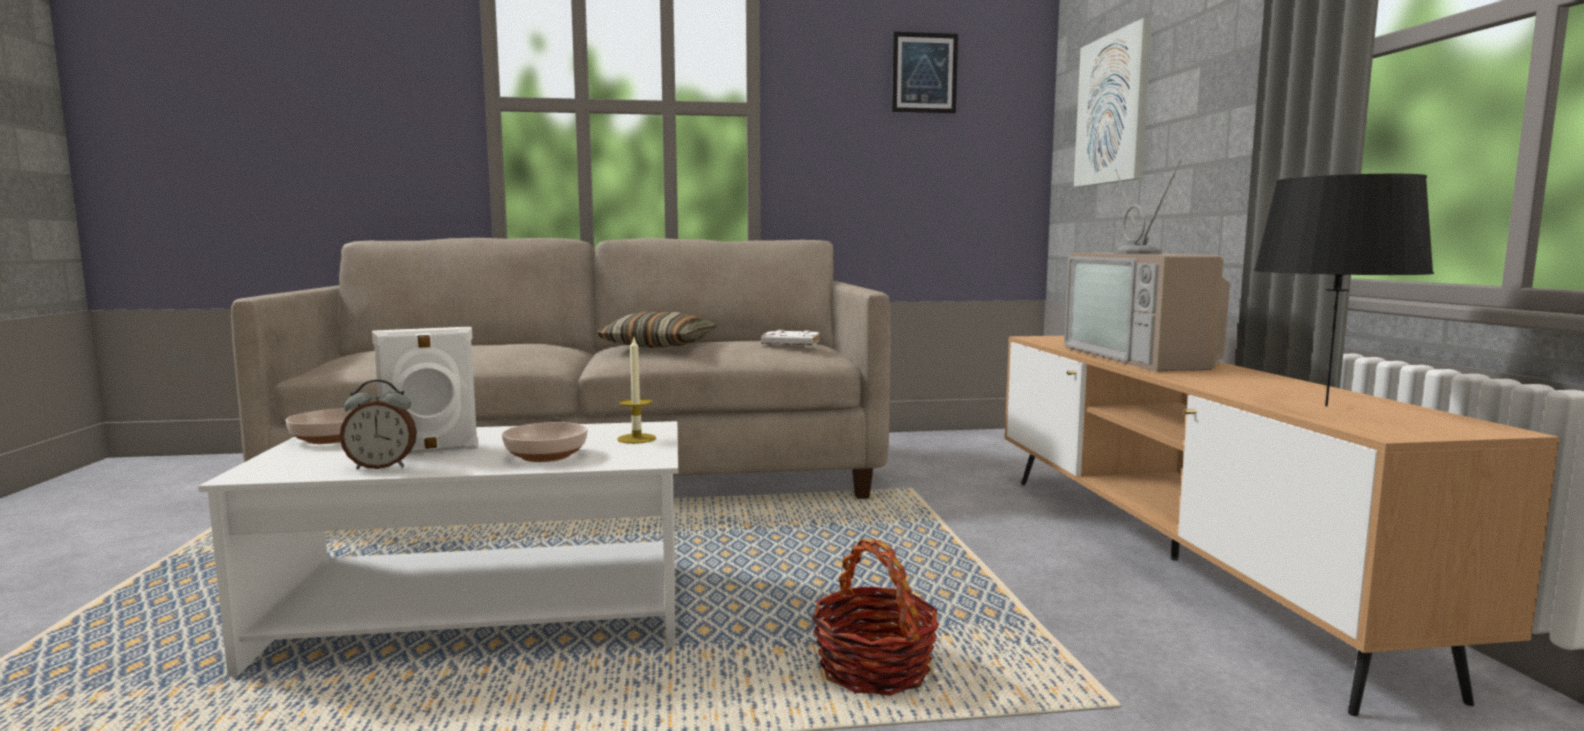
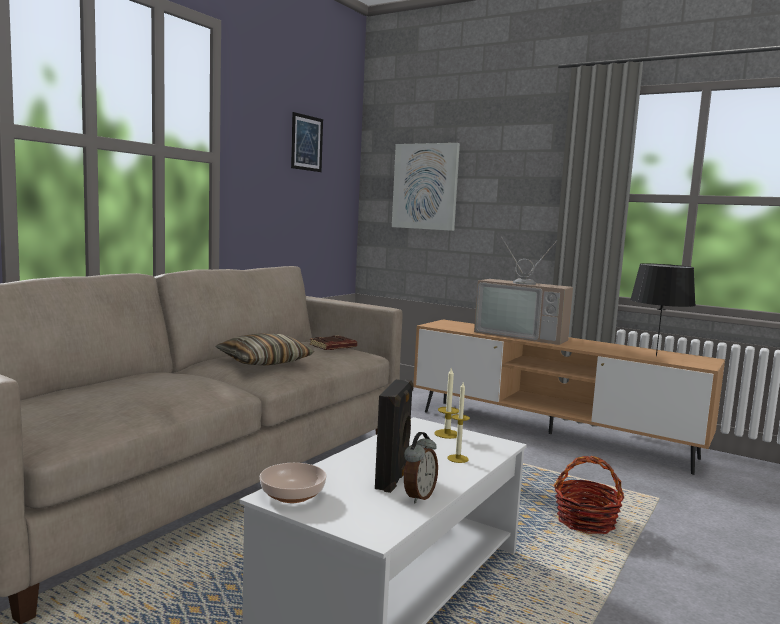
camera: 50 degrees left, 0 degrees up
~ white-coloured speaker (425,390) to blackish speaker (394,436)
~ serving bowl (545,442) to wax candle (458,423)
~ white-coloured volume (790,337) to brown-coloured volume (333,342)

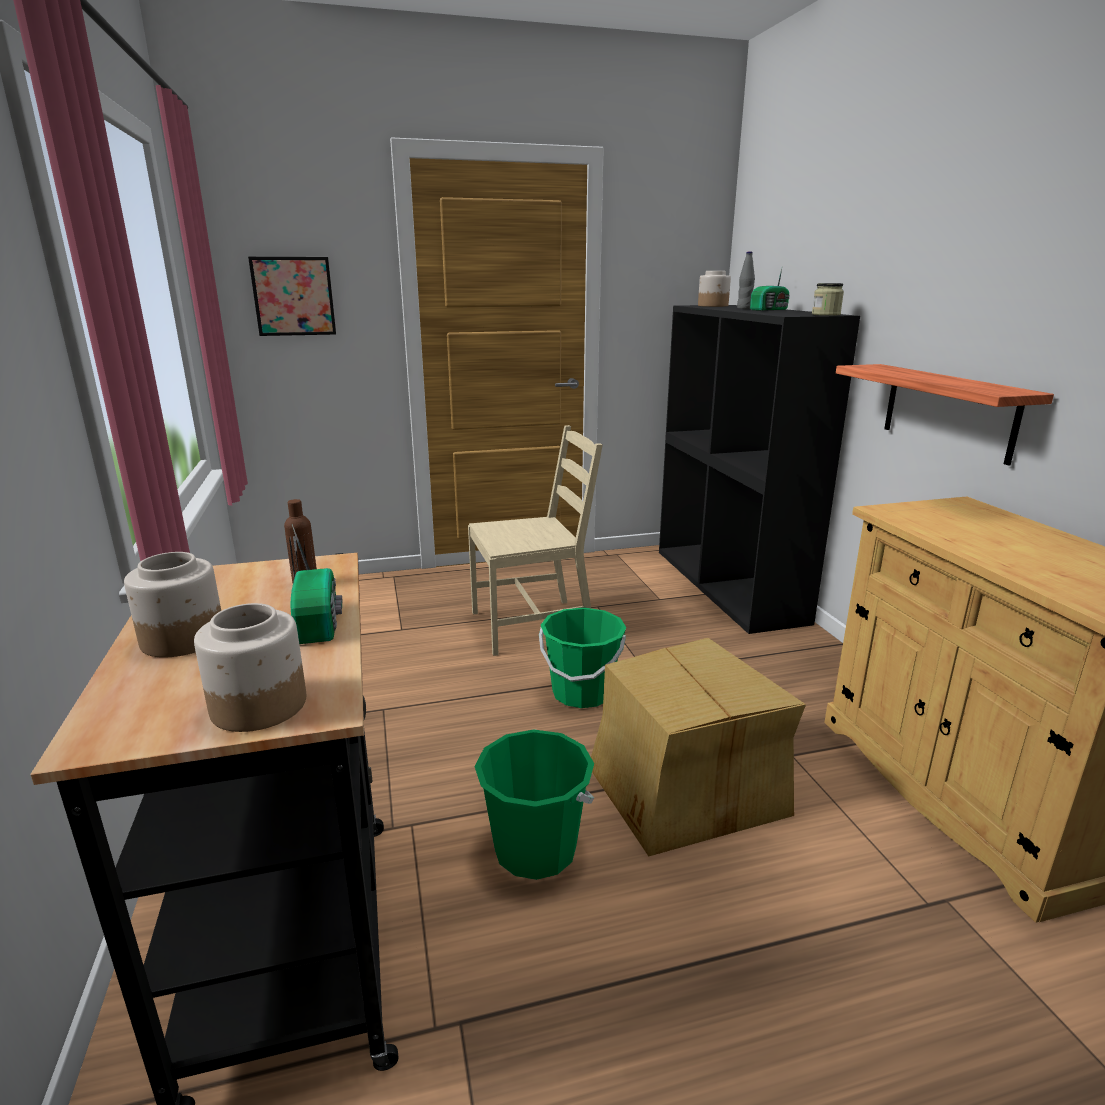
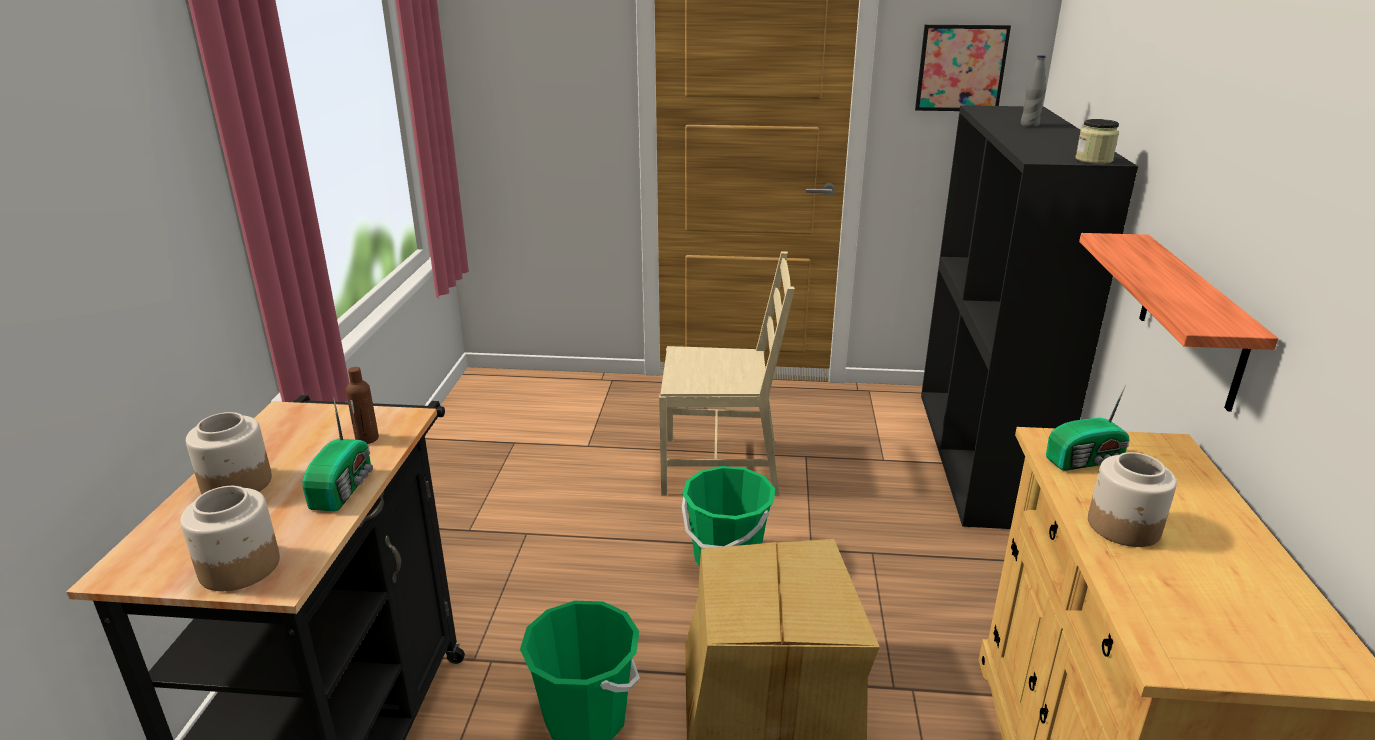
camera: 20 degrees right, 5 degrees up
~ picture (292,296) to (963,68)
~ preserve jar (714,289) to (1132,499)
~ radio set (770,290) to (1088,427)

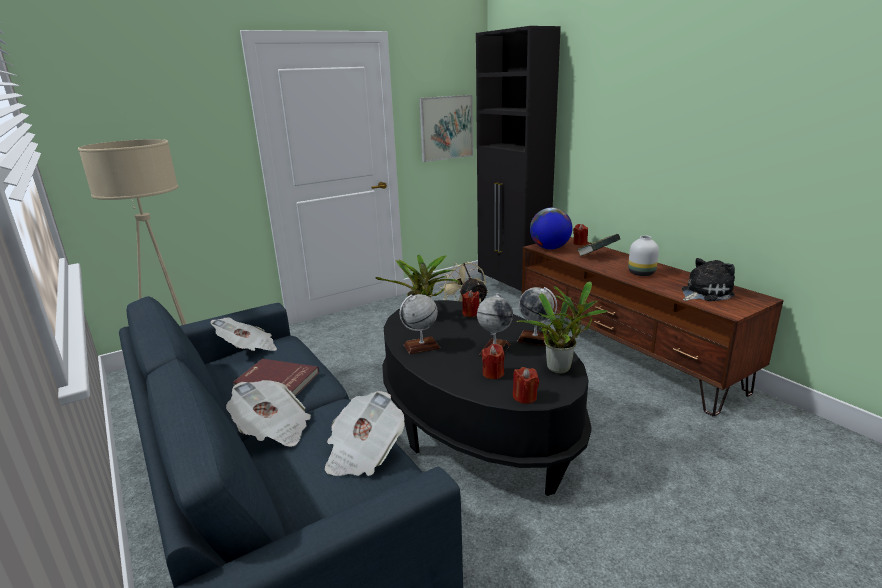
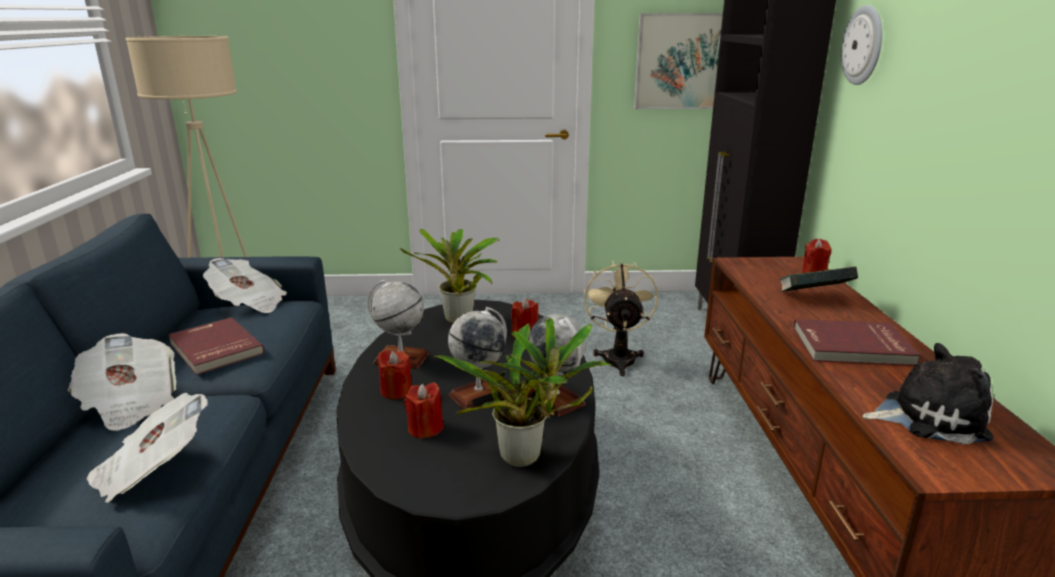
camera: 30 degrees right, 0 degrees up
~ red wax candle (526,385) to (394,375)
- globe (551,228)
~ white-coloured decorative vase (643,255) to red volume (857,342)
+ hanging clock (861,45)

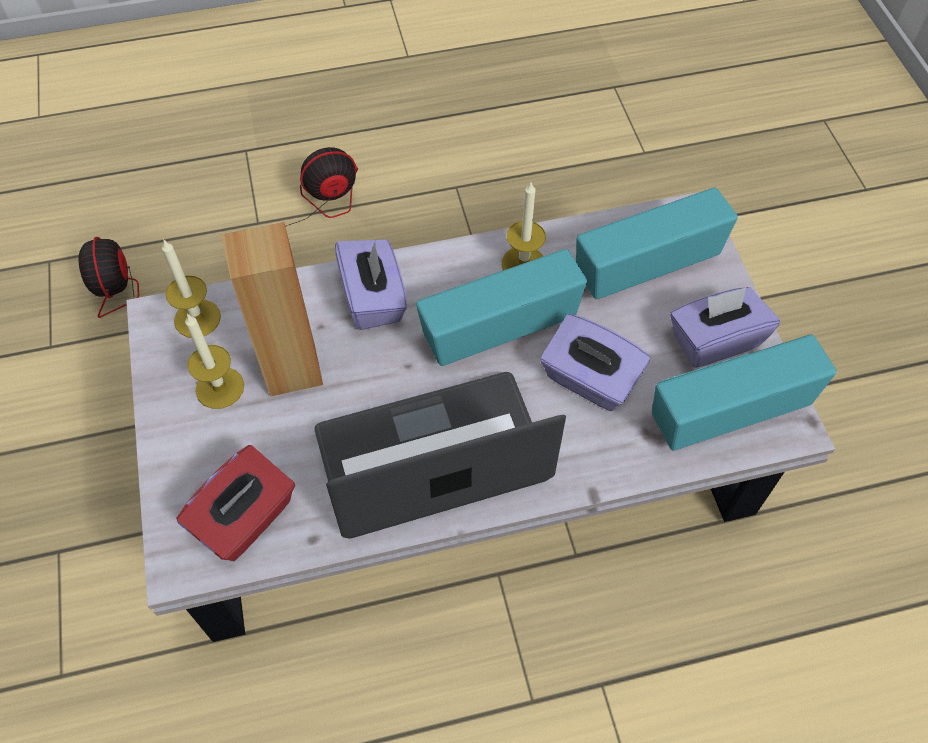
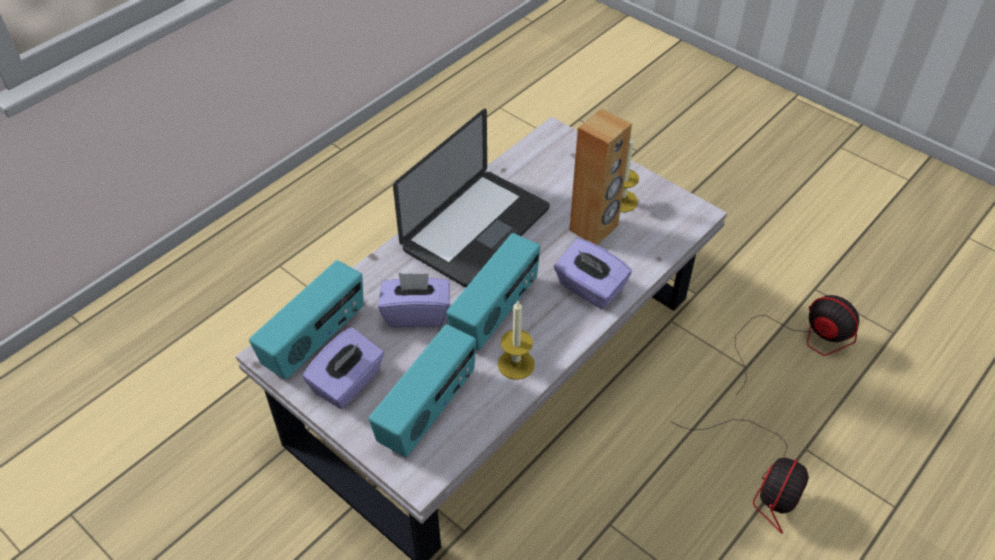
camera: 145 degrees right, 10 degrees down
- wax candle (191,288)
- red tissue box (236,503)

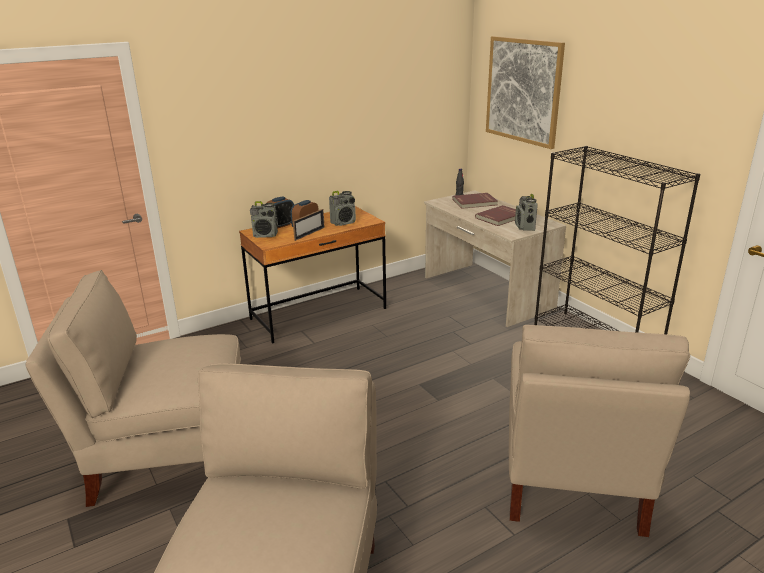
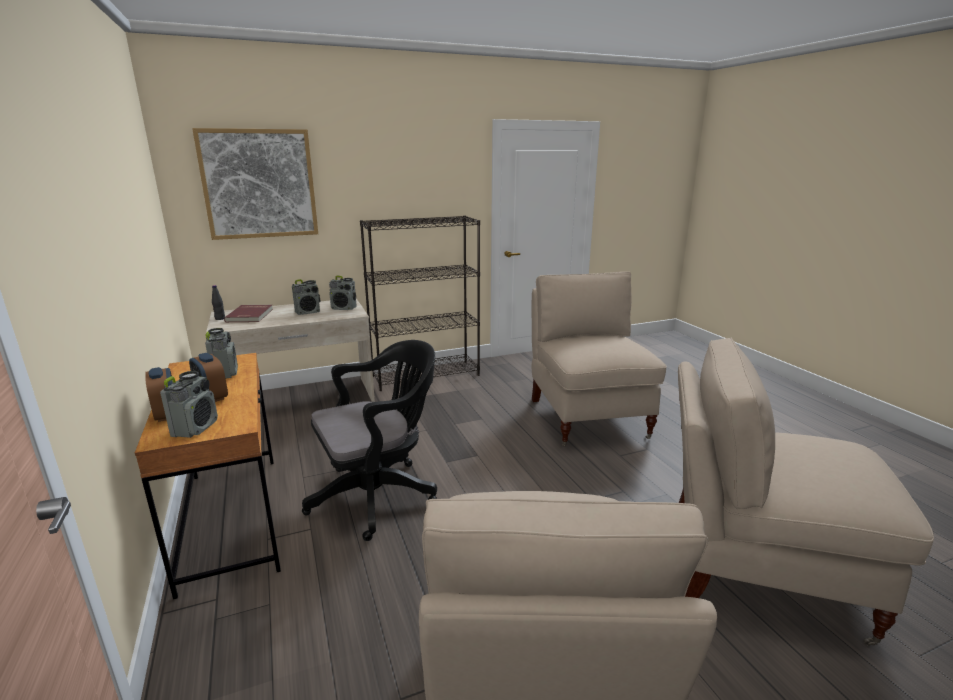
camera: 80 degrees left, 5 degrees down
- standing frame (309,225)
~ red volume (495,215) to radio set (306,297)
~ sand-coloured plain chair (599,431) = (599,359) 120 degrees counterclockwise
+ blackish computer chair (369,440)

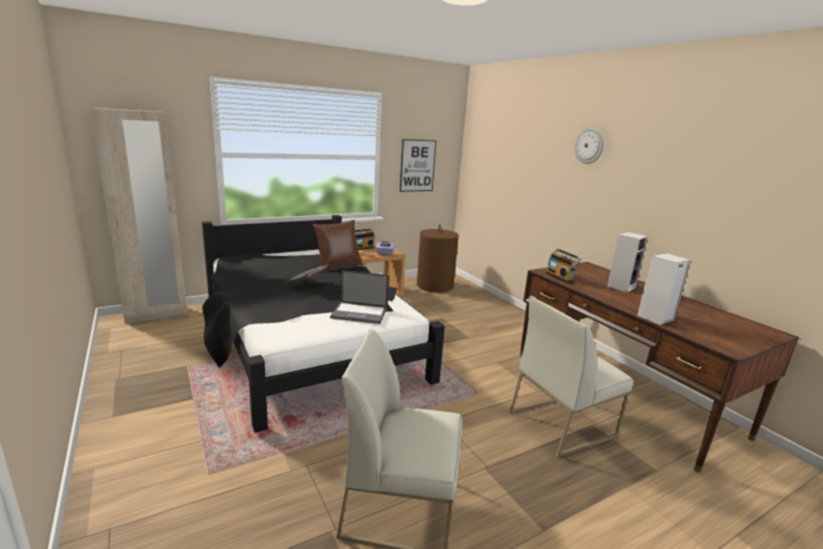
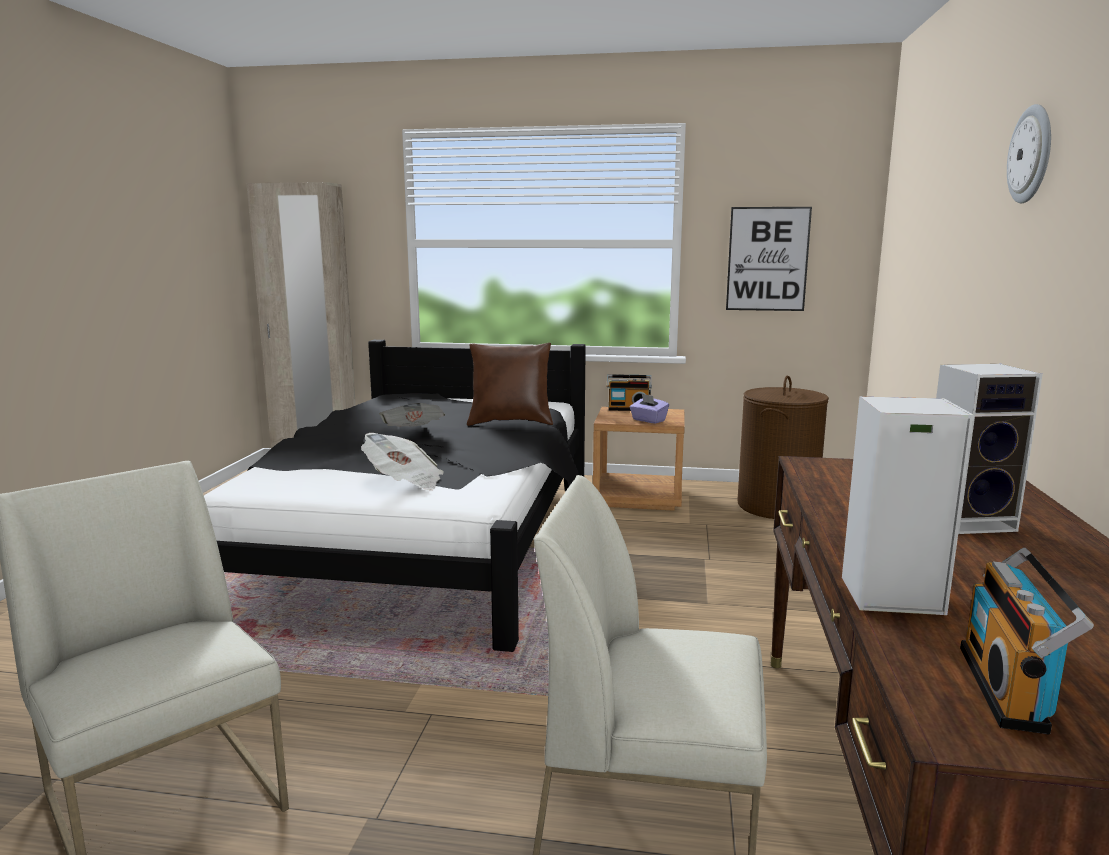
camera: 40 degrees right, 5 degrees down
~ portable computer (359,297) to printed paper (402,461)
~ radio set (563,265) to (1027,641)

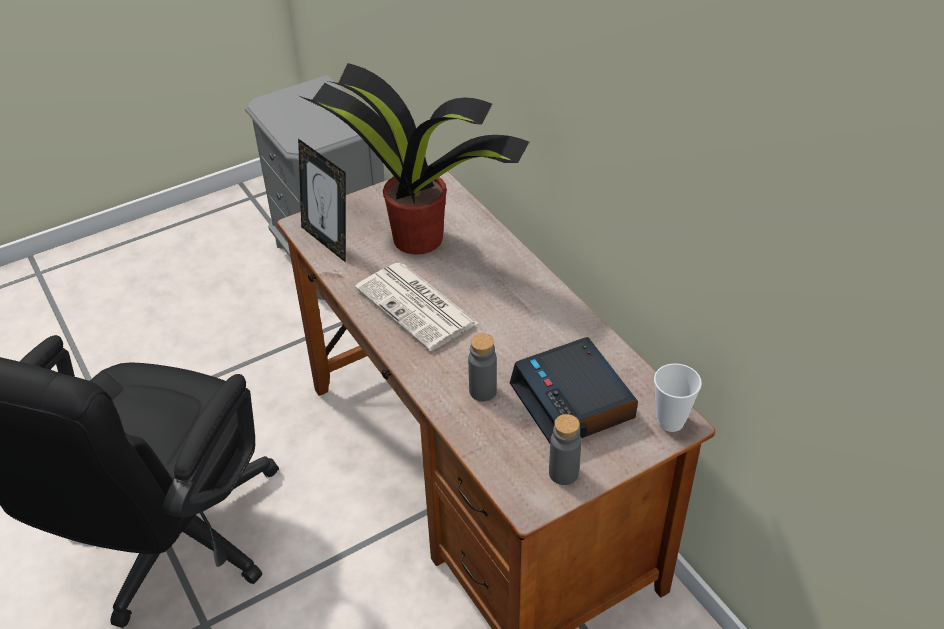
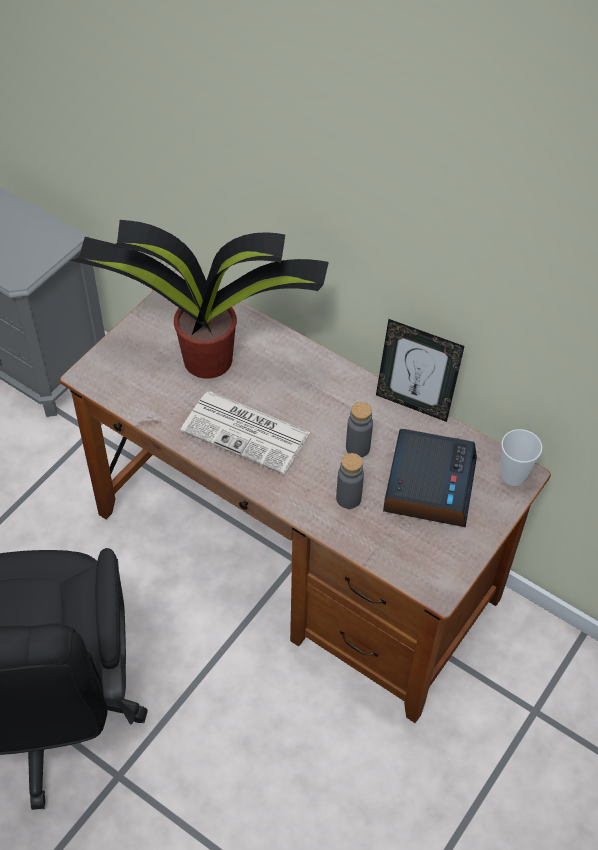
camera: 25 degrees left, 10 degrees up
~ standing frame (322,200) to (420,370)
~ alarm clock (574,390) = (430,478) 120 degrees counterclockwise
~ grey beverage bottle (565,449) to (359,429)

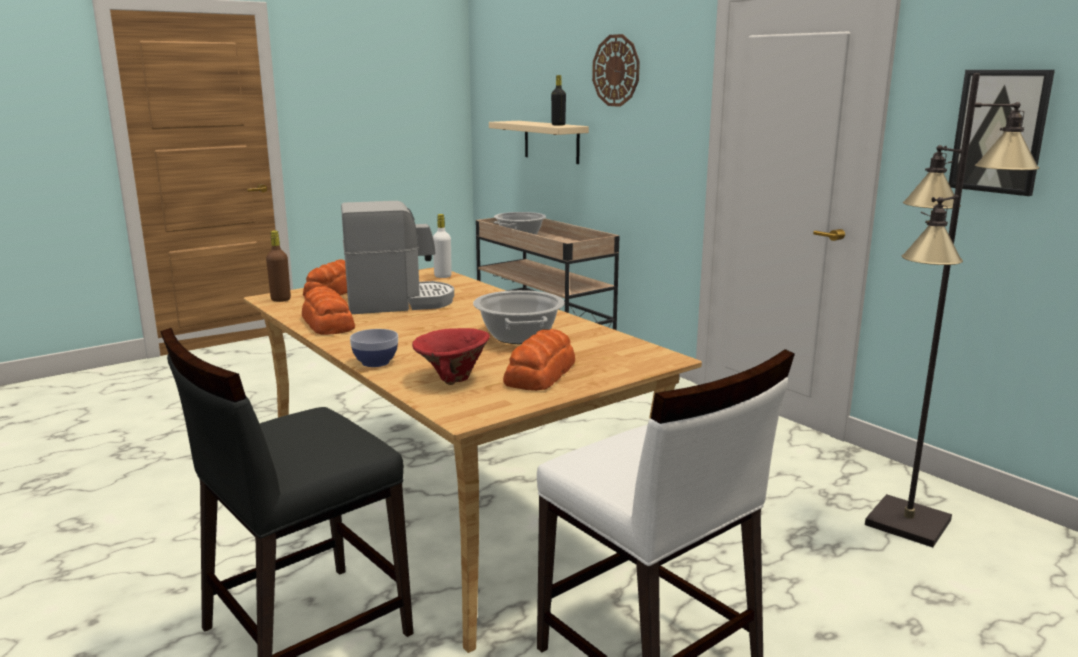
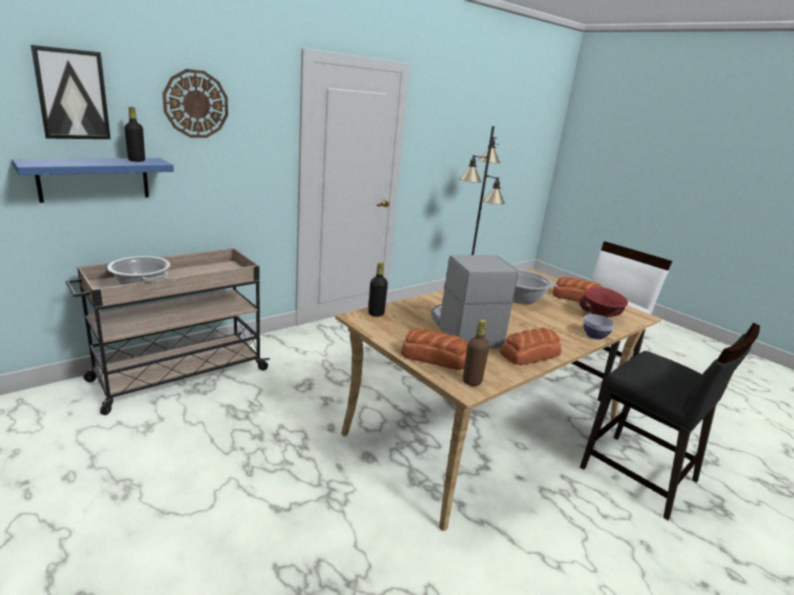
camera: 95 degrees left, 5 degrees up
~ white-coloured beverage bottle (442,246) to blackish beverage bottle (378,289)
~ sand-coloured wall shelf (539,142) to blue-coloured wall shelf (93,180)
~ picture (1002,133) to (70,92)

